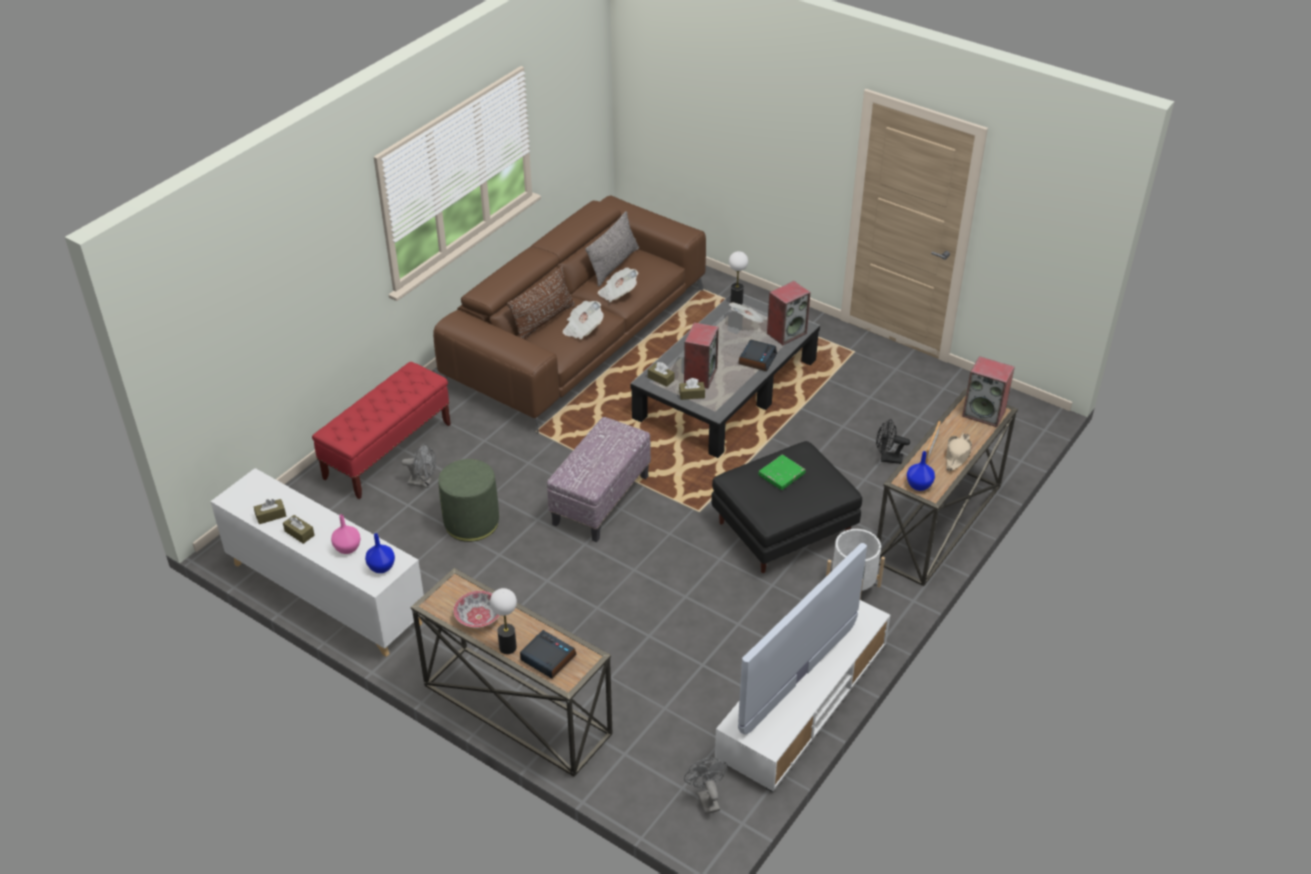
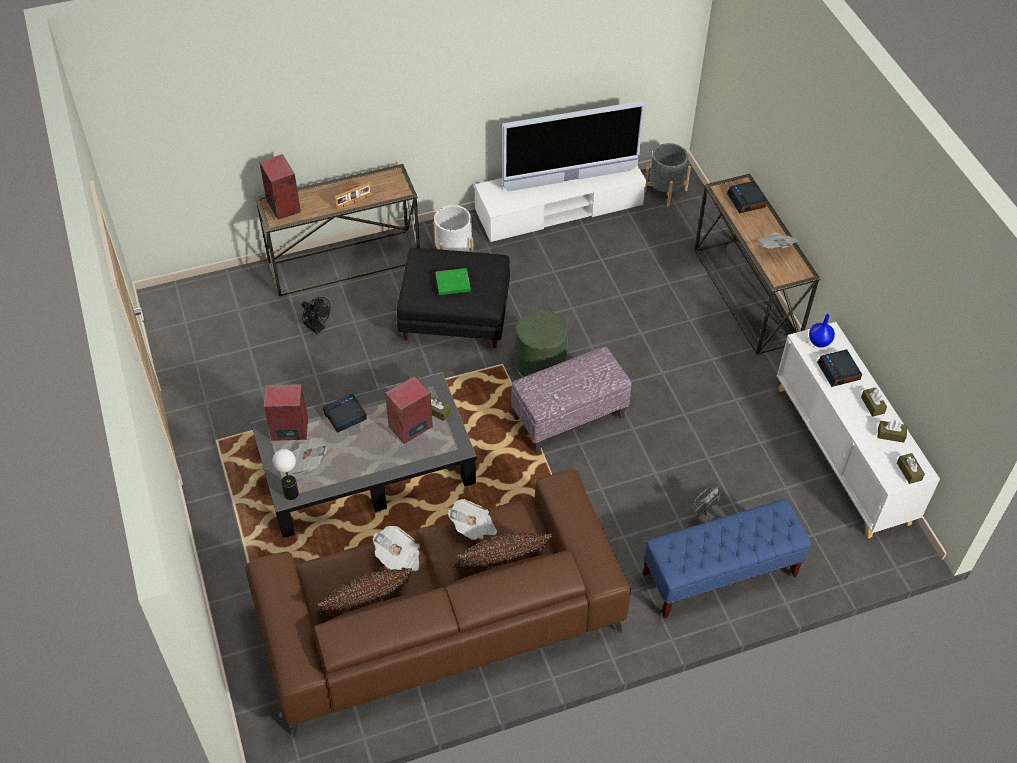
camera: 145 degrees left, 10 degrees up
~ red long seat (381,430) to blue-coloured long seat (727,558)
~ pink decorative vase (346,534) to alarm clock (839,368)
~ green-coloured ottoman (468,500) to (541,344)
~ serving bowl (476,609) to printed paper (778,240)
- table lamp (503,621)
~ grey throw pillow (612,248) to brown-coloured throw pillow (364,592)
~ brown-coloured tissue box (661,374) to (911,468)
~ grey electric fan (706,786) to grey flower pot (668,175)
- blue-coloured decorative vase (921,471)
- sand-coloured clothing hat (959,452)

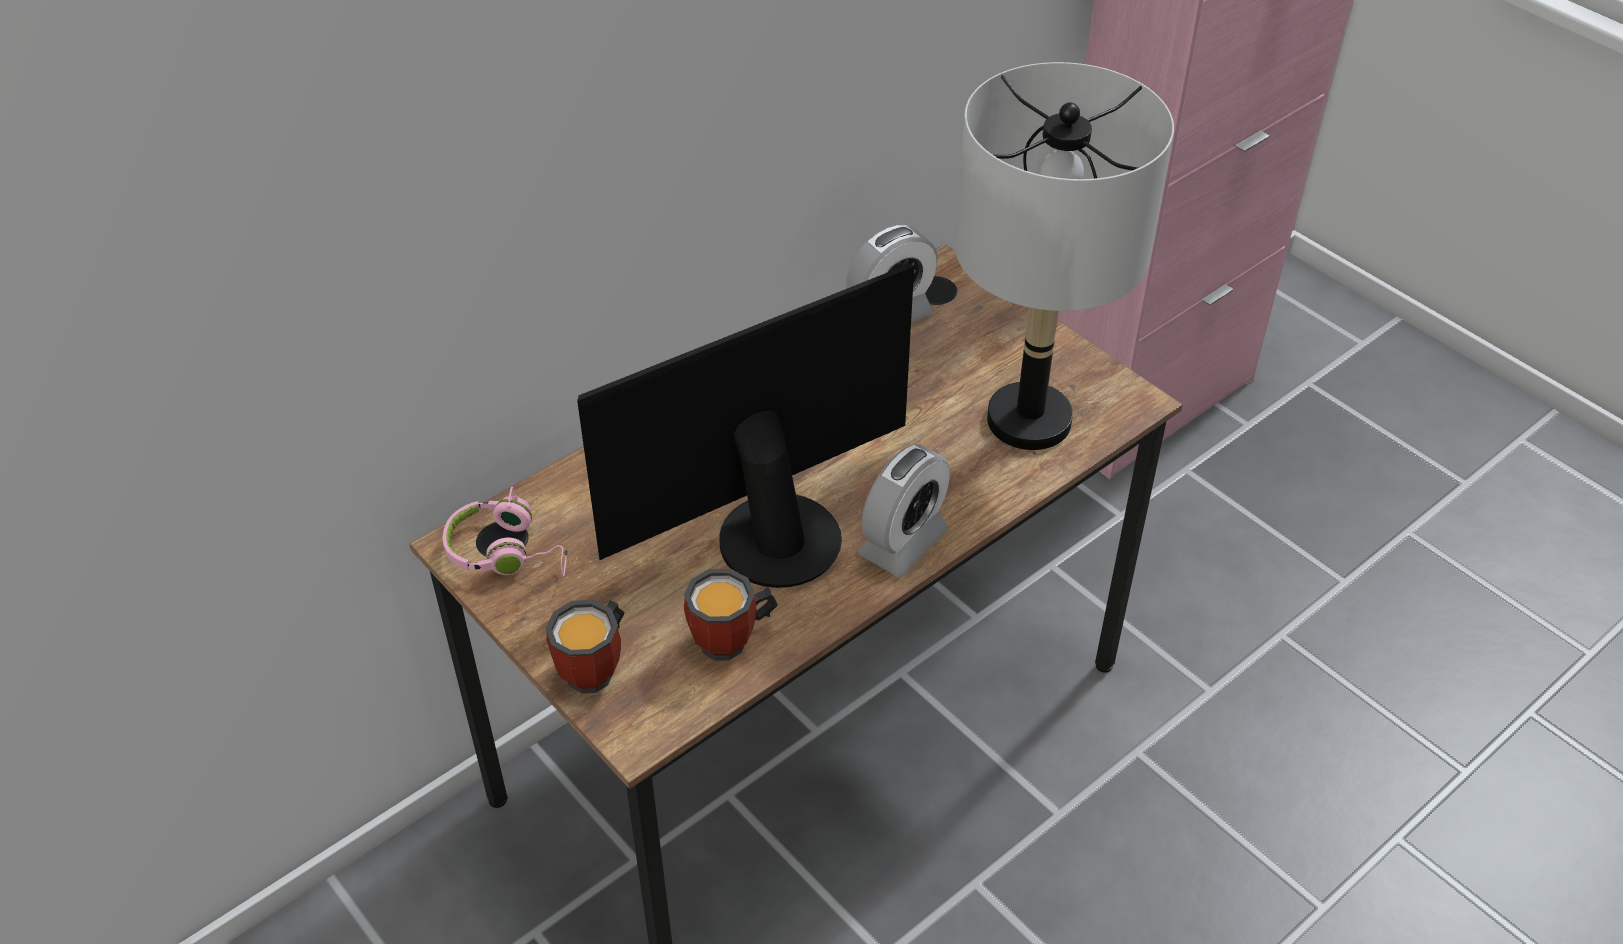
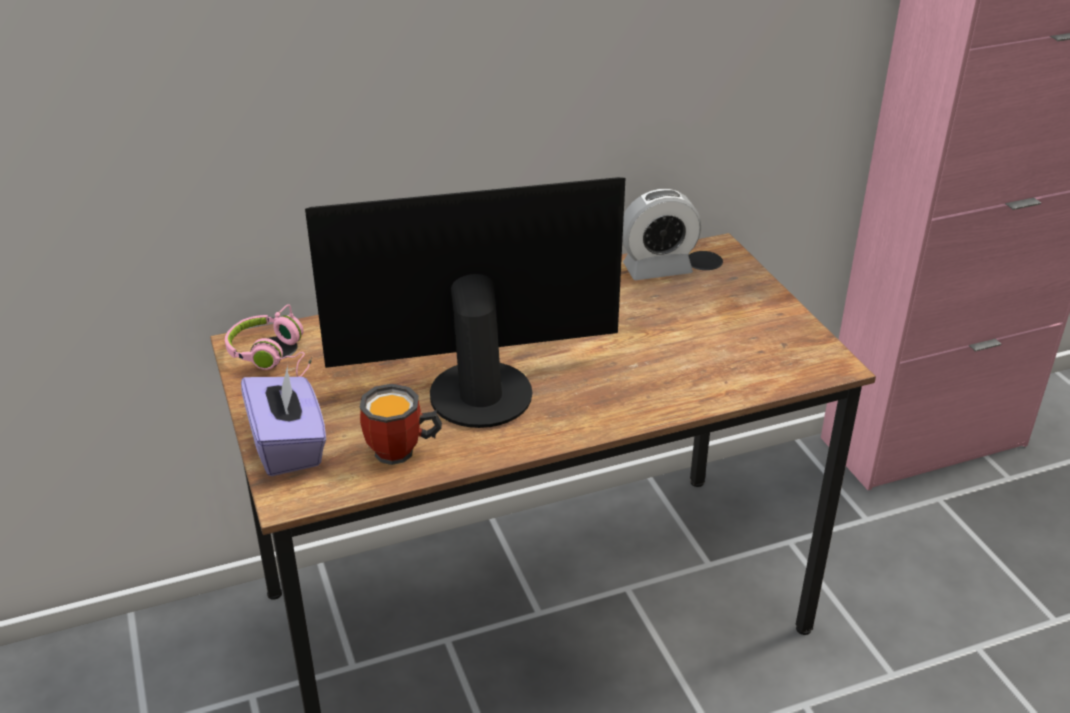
camera: 20 degrees right, 10 degrees down
~ coffee mug (585,647) to purple-coloured tissue box (283,421)
- alarm clock (904,510)
- grey table lamp (1064,256)

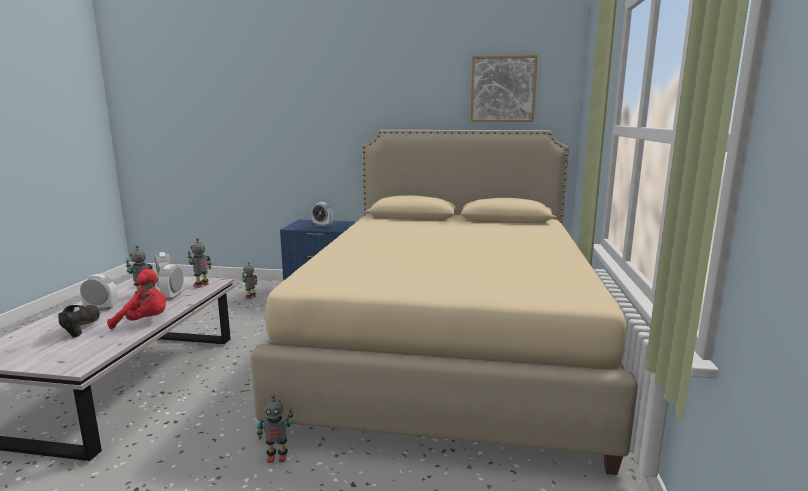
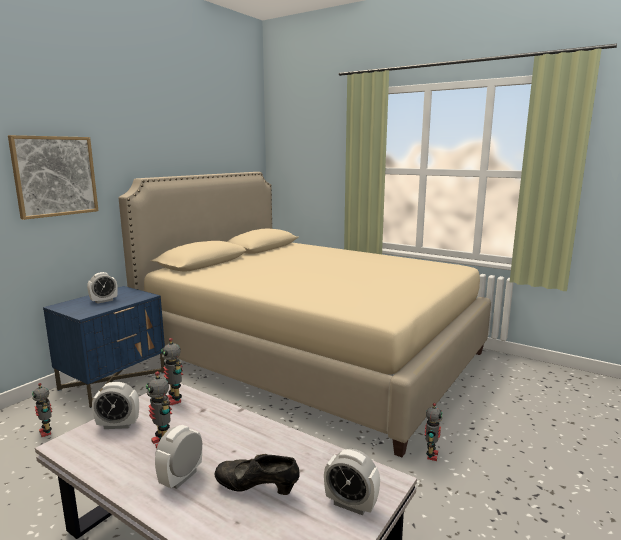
camera: 65 degrees left, 0 degrees up
- red plush toy (136,299)
~ alarm clock (171,282) to (352,482)
~ picture (504,88) to (53,177)

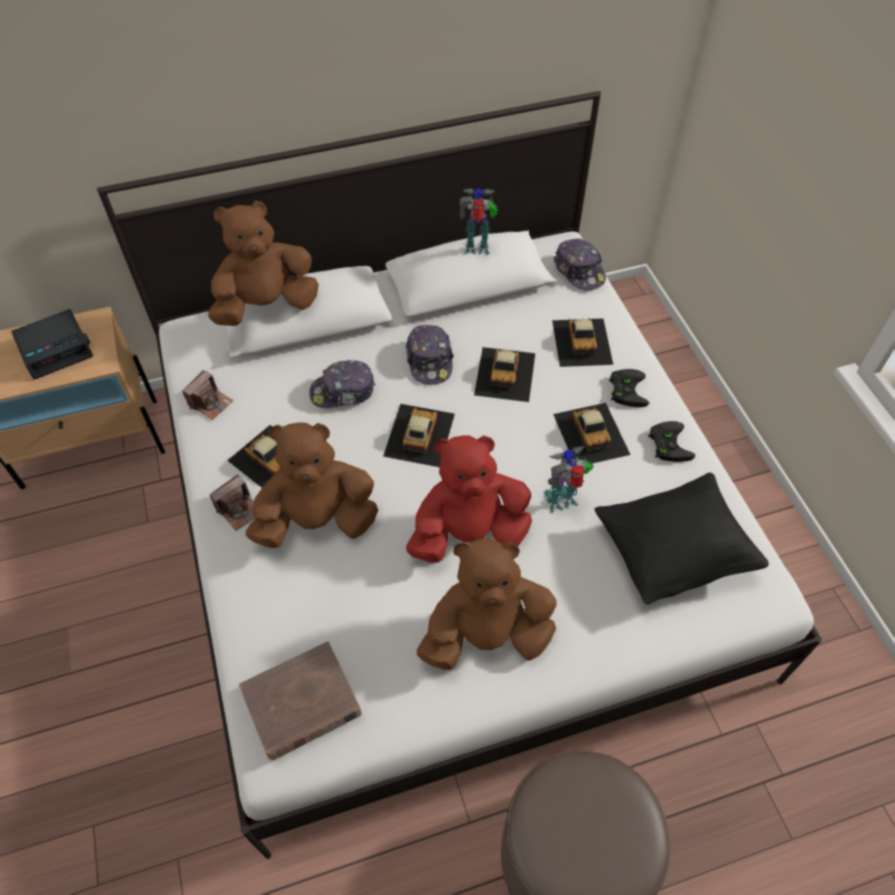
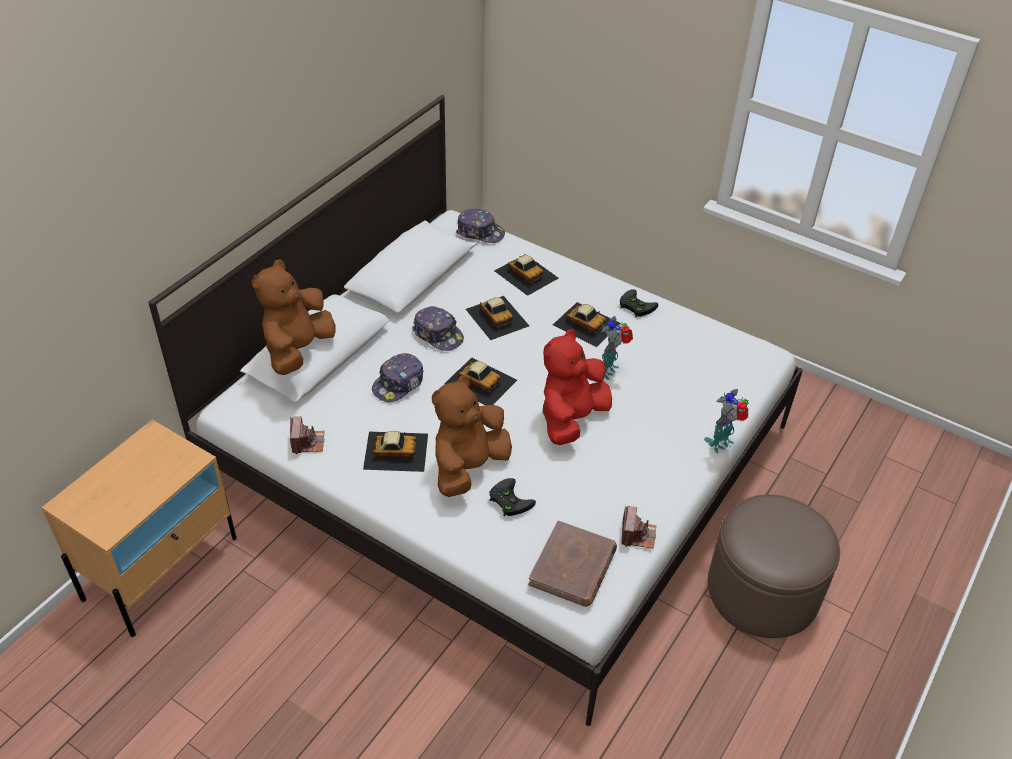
camera: 40 degrees left, 10 degrees down
- alarm clock (52,344)
~ still camera (232,502) to (638,527)
~ model car (419,435) = (480,381) 150 degrees clockwise
- brown-coloured plush toy (487,604)
~ model robot (479,221) to (726,421)
- blackish throw pillow (681,538)
~ blackish gamepad (629,388) to (512,497)

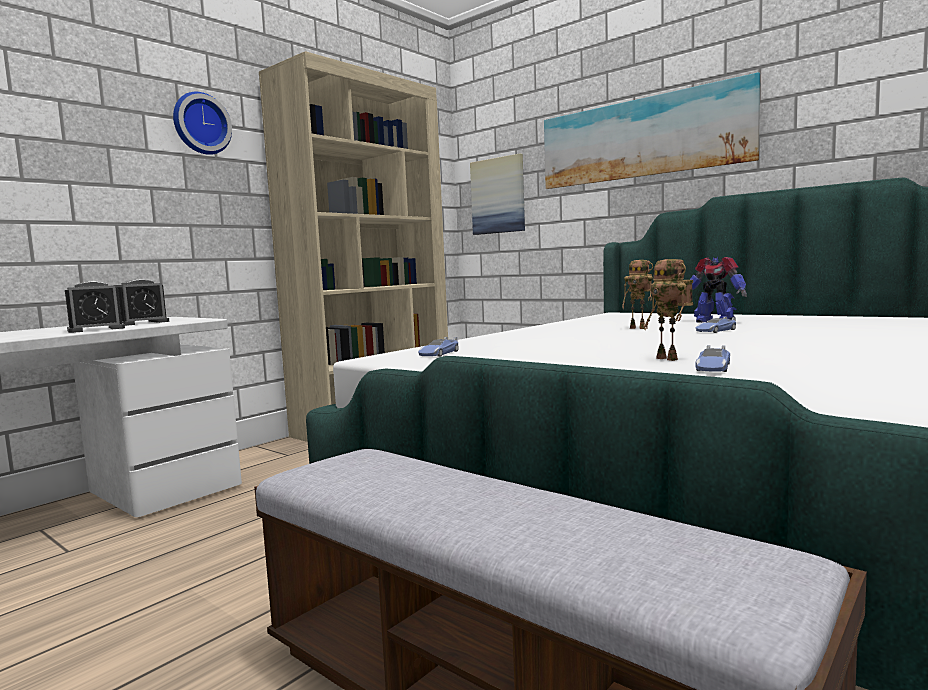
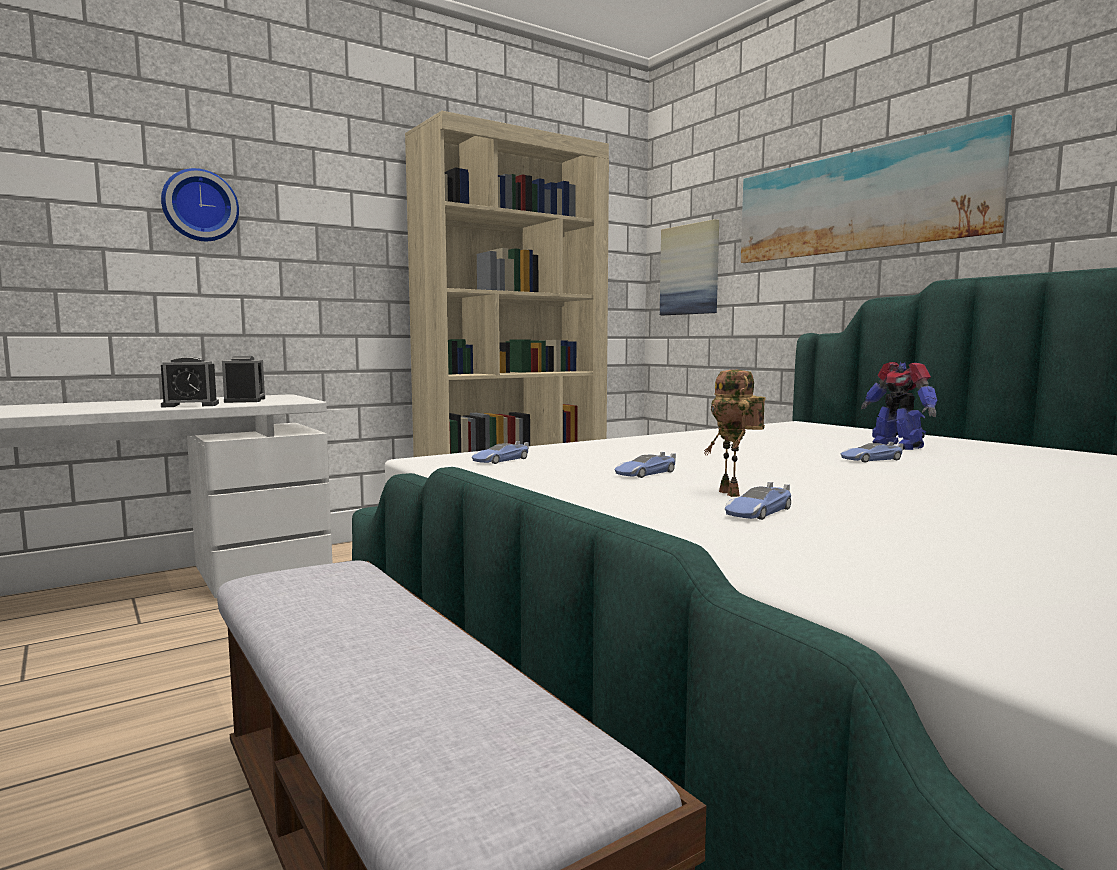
camera: 15 degrees right, 0 degrees up
~ alarm clock (142,303) = (243,379) 75 degrees counterclockwise
~ hanging clock (202,123) to (200,204)
- model robot (637,294)
+ model car (645,465)

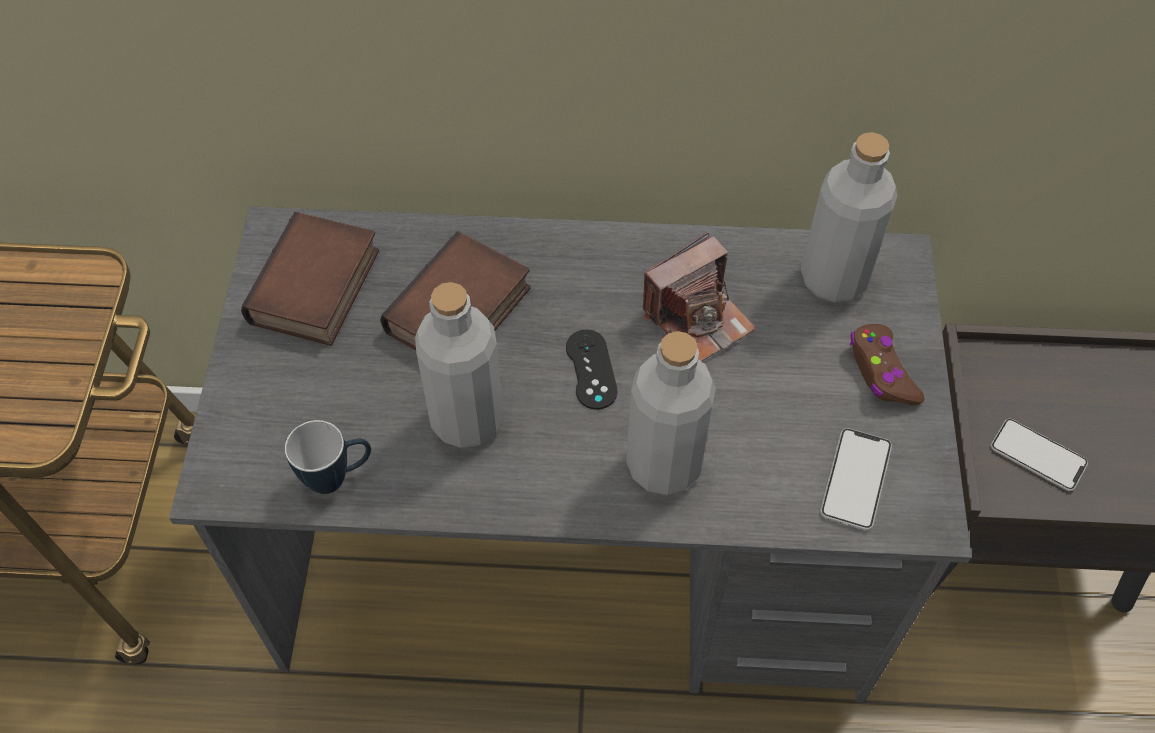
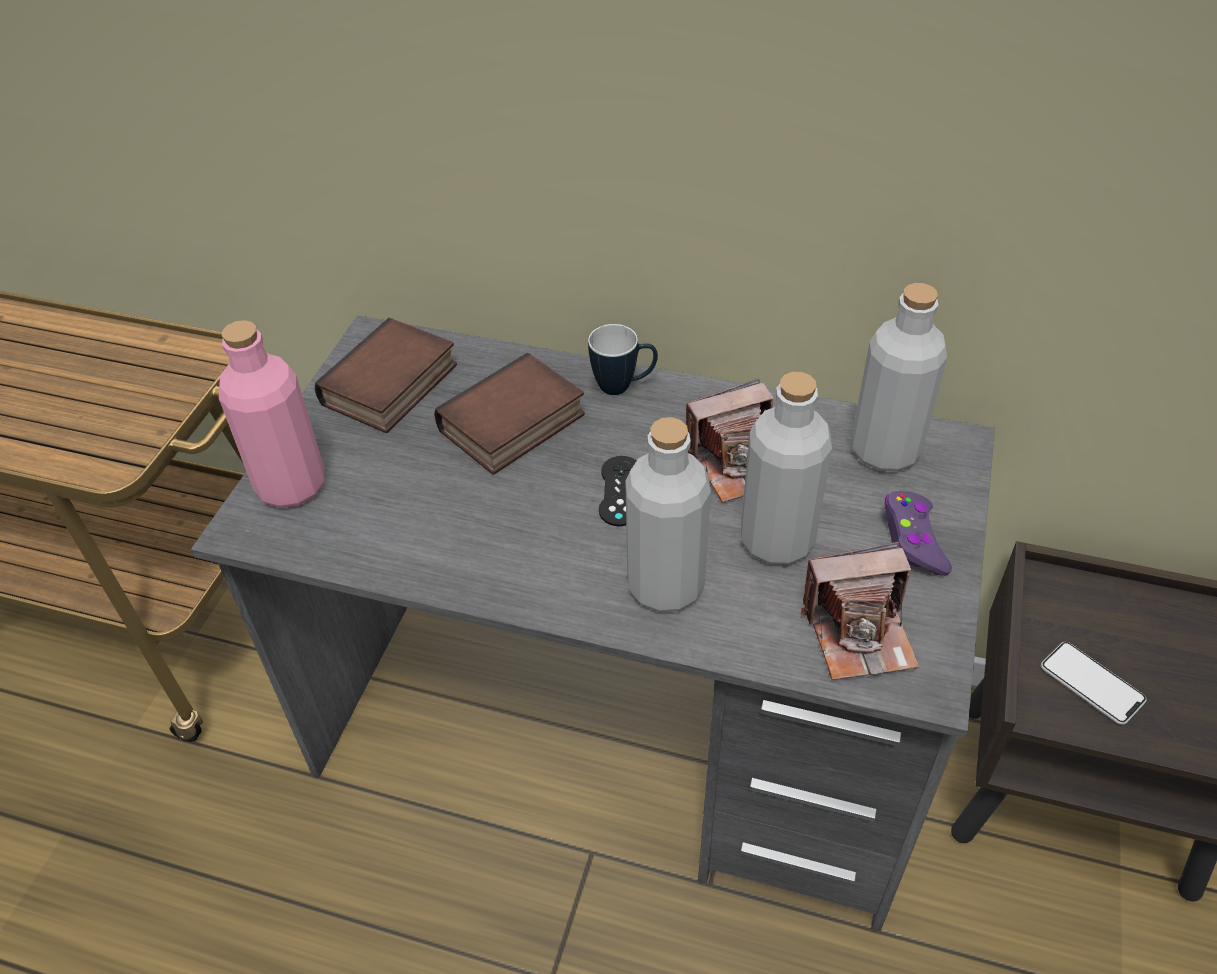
camera: 15 degrees right, 10 degrees down
~ coffee mug (328,457) to (623,359)
~ grey beverage bottle (459,365) to (786,468)
~ telephone (856,479) to still camera (860,611)
~ brown-coloured gamepad (887,364) to purple-coloured gamepad (918,533)
+ pink beverage bottle (271,414)

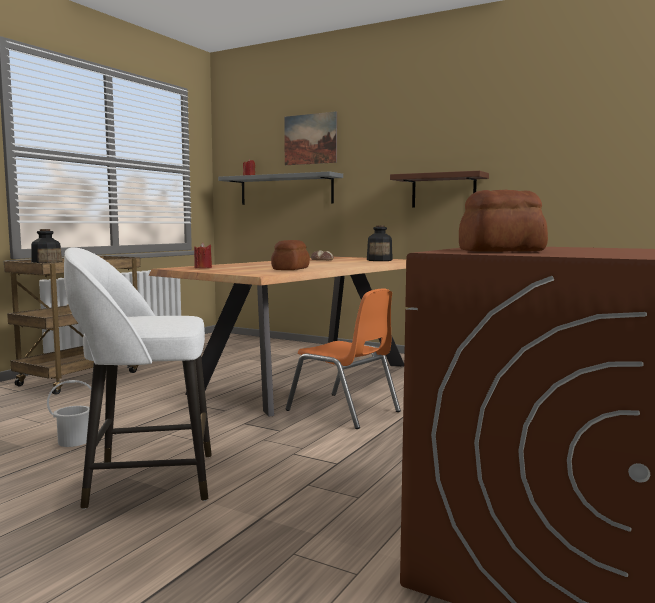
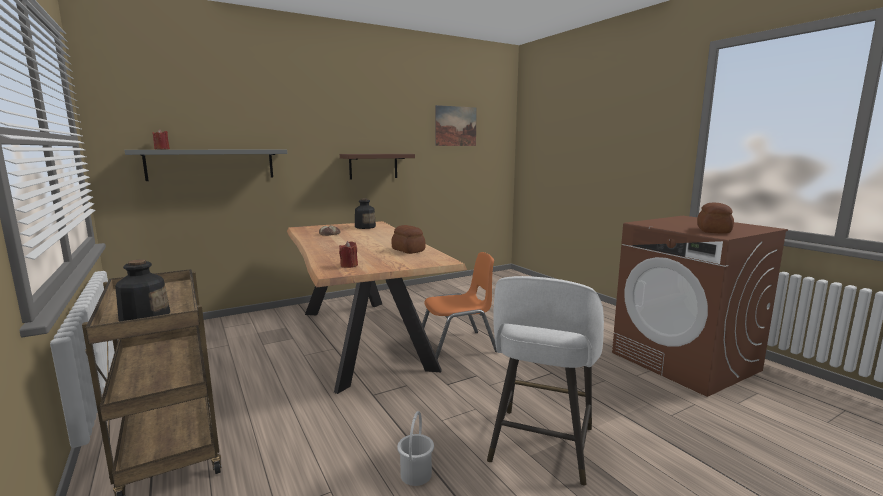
camera: 60 degrees left, 5 degrees up
~ picture (310,138) to (456,125)

